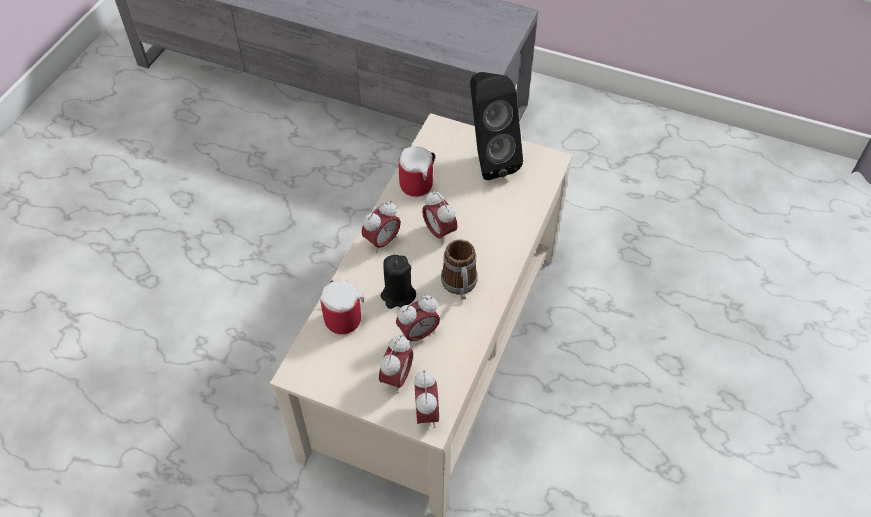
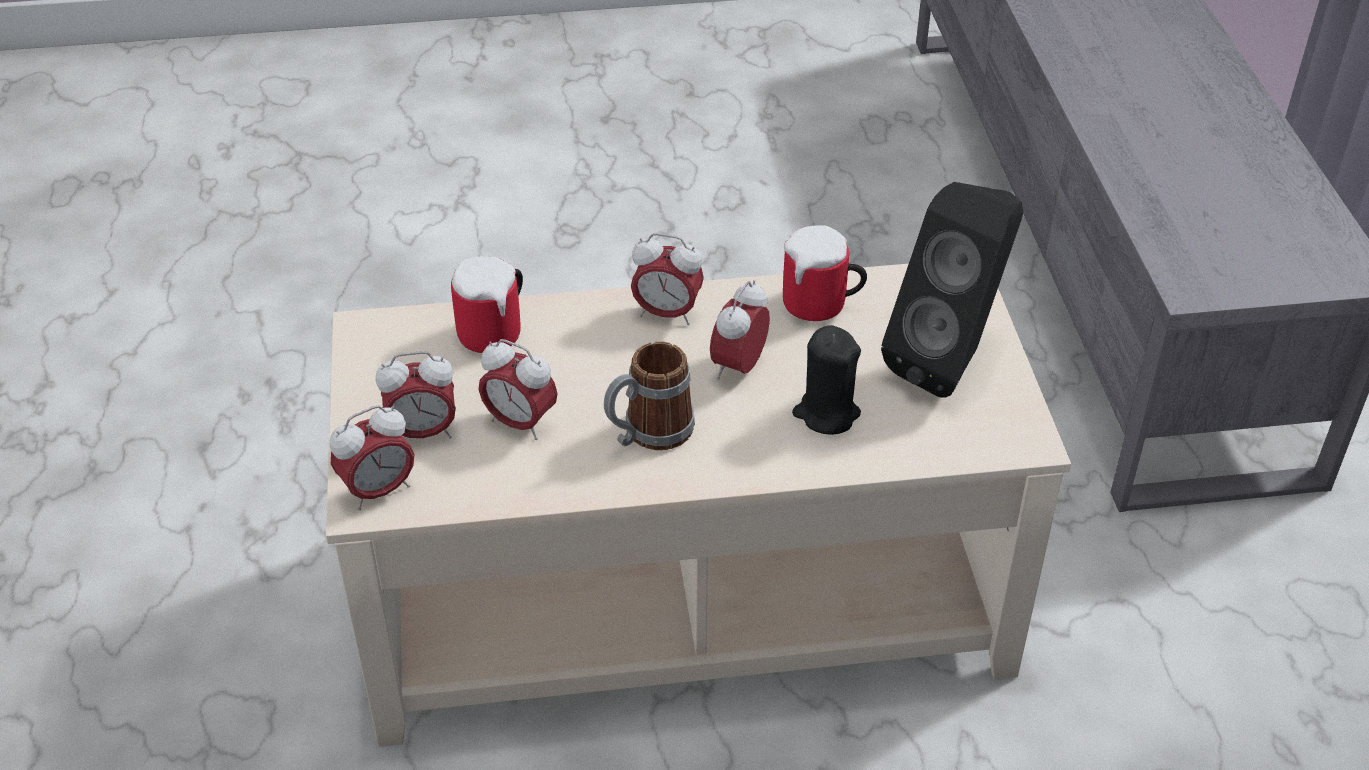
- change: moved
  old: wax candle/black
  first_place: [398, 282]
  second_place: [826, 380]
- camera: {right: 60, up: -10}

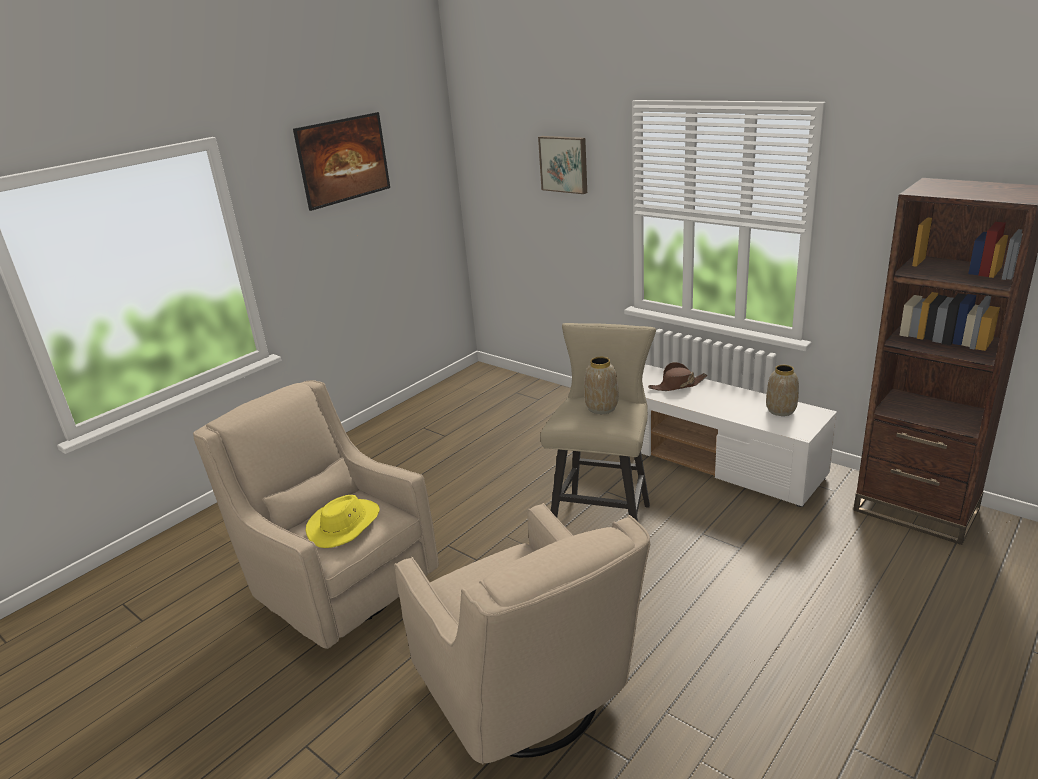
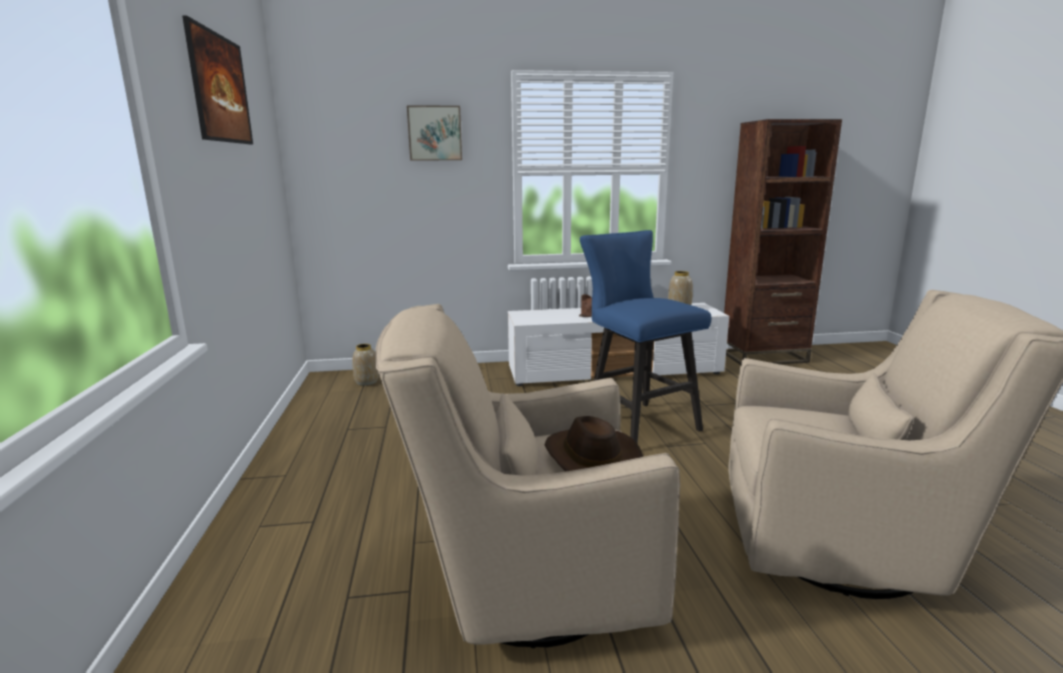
- change: moved
  old: decorative vase
  first_place: [601, 385]
  second_place: [365, 365]
- change: recoloured
  old: hat/yellow-coloured
  new: hat/brown-coloured
  first_place: [343, 521]
  second_place: [594, 443]
- change: recoloured
  old: stool seat/sand-coloured
  new: stool seat/blue
  first_place: [598, 422]
  second_place: [645, 336]
- camera: {right: -50, up: -10}

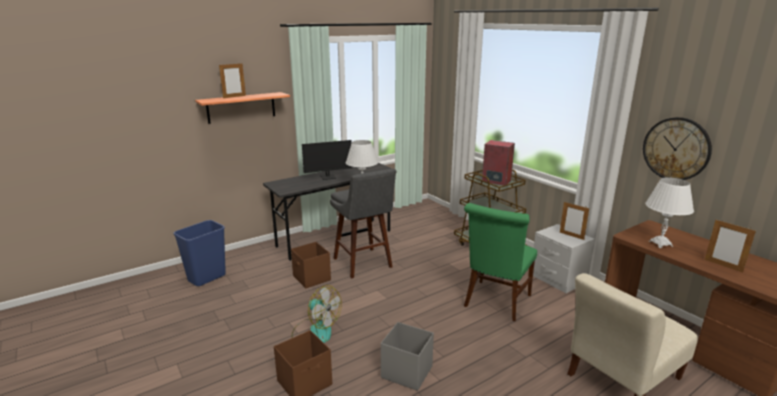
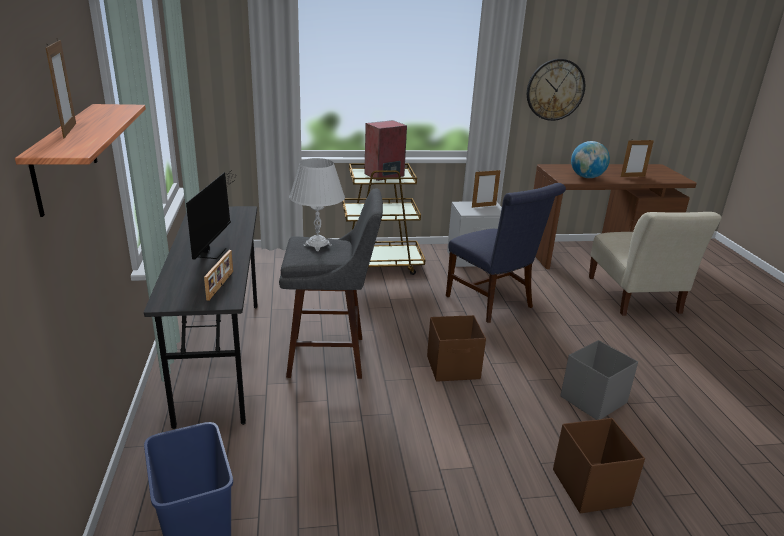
- change: added
  new: standing frame
  second_place: [218, 275]
- change: moved
  old: storage container/brown-coloured
  first_place: [311, 265]
  second_place: [456, 348]
- change: recoloured
  old: upright chair/green-coloured
  new: upright chair/blue
  first_place: [500, 262]
  second_place: [506, 253]
- change: replaced
  old: lamp for a table/whitish
  new: world globe
  first_place: [669, 212]
  second_place: [590, 159]
- change: removed
  old: cooling fan
  first_place: [317, 314]
- camera: {right: -65, up: 5}

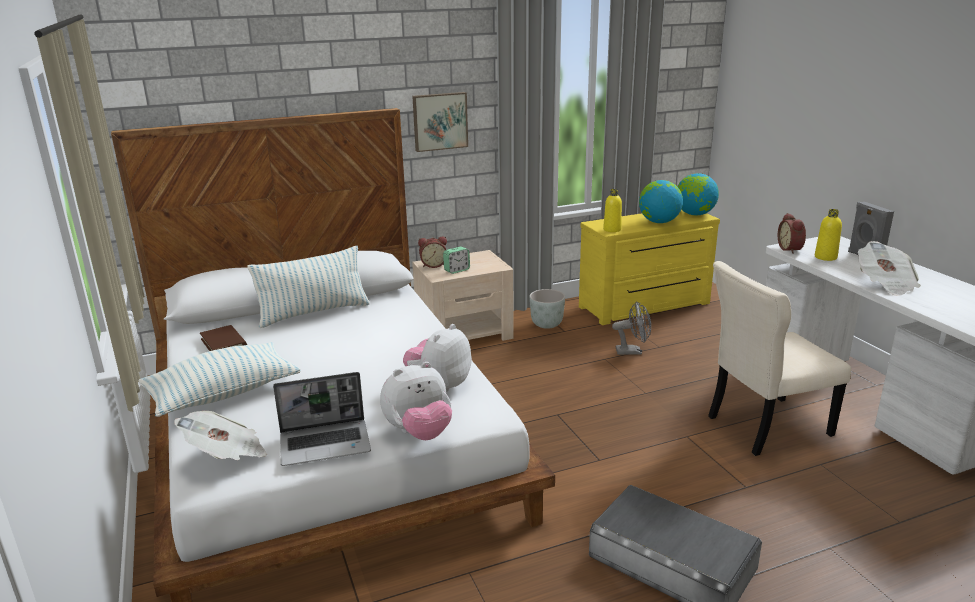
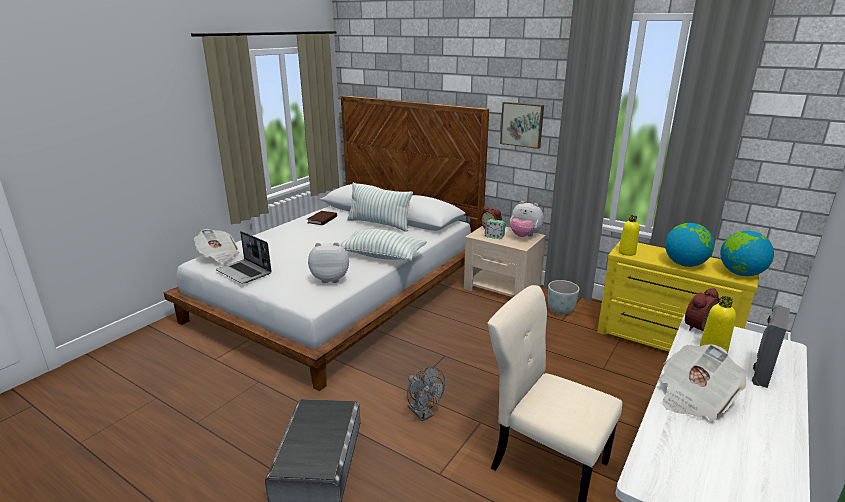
- change: moved
  old: pillow
  first_place: [219, 379]
  second_place: [383, 245]
- change: moved
  old: cooling fan/greyish
  first_place: [631, 328]
  second_place: [426, 394]
- change: moved
  old: plush toy
  first_place: [416, 401]
  second_place: [527, 219]
- camera: {right: 55, up: 0}

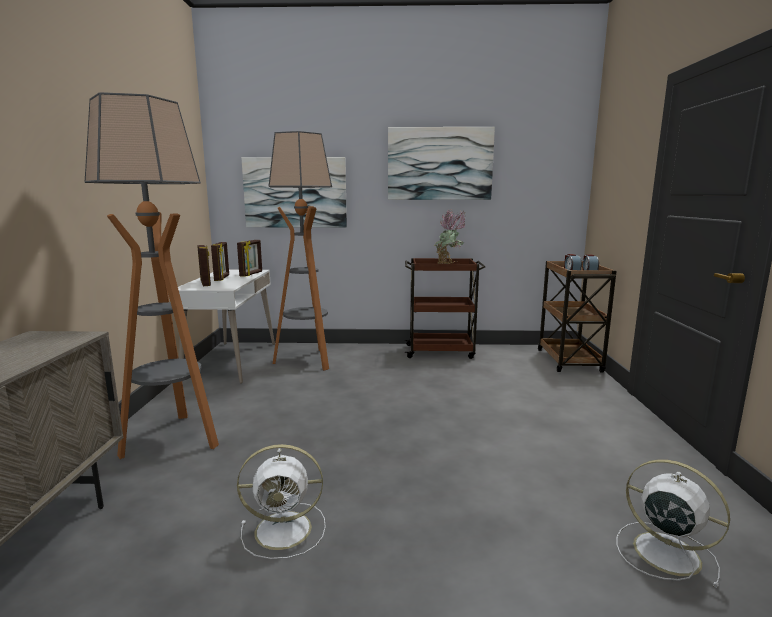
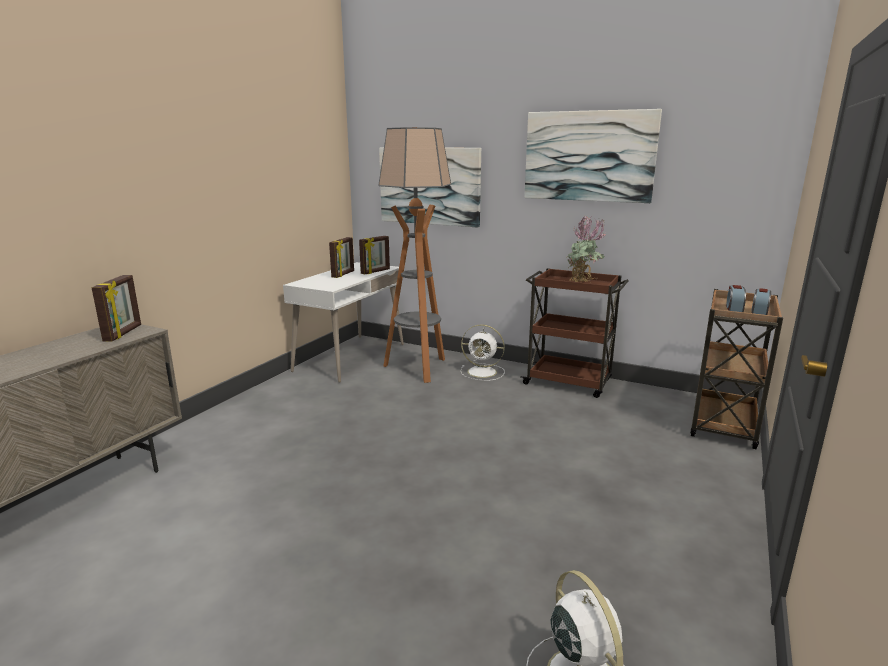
- change: moved
  old: standing frame
  first_place: [204, 265]
  second_place: [116, 308]
- change: moved
  old: cooling fan/whitish
  first_place: [281, 501]
  second_place: [483, 352]
- change: removed
  old: floor lamp
  first_place: [151, 275]
- camera: {right: 25, up: 5}

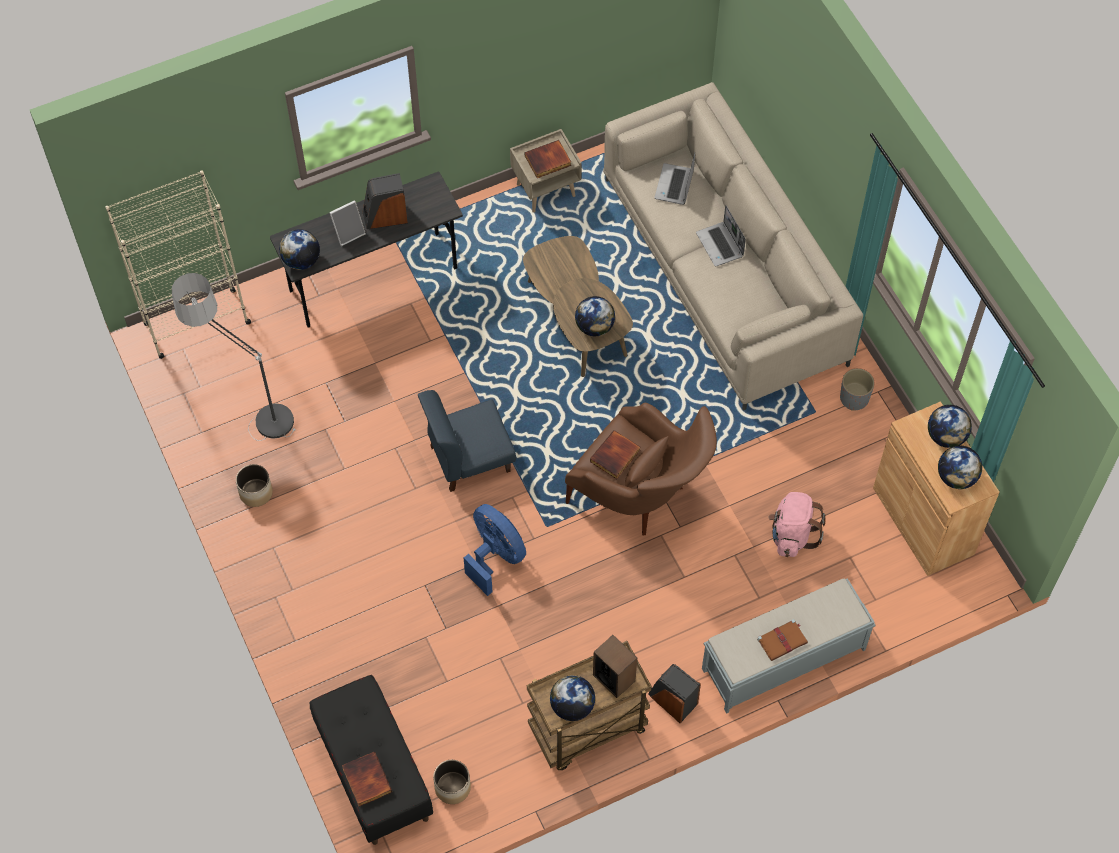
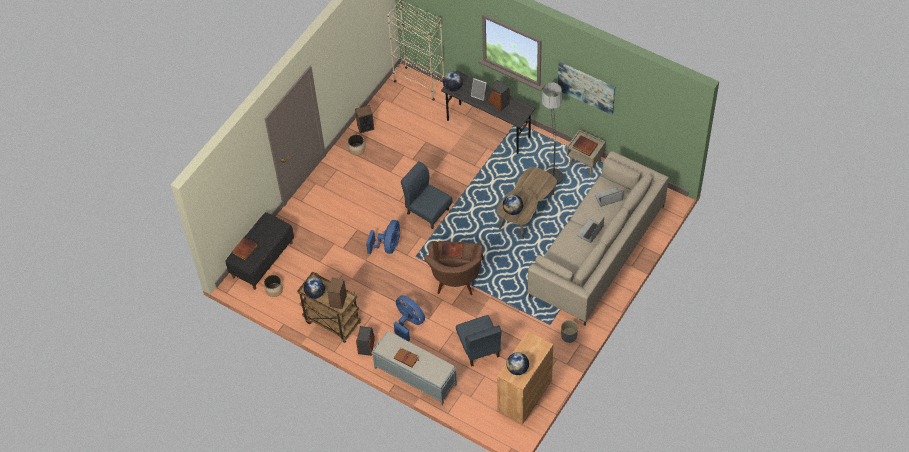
- change: added
  new: loudspeaker
  second_place: [364, 119]
- change: added
  new: cooling fan/blue
  second_place: [409, 318]
- change: replaced
  old: rucksack/pink-coloured
  new: upright chair/blue
  first_place: [796, 524]
  second_place: [478, 341]
- change: moved
  old: floor lamp
  first_place: [234, 357]
  second_place: [552, 133]
- change: added
  new: picture
  second_place: [586, 88]
- change: removed
  old: world globe
  first_place: [950, 426]
- camera: {right: 60, up: -5}

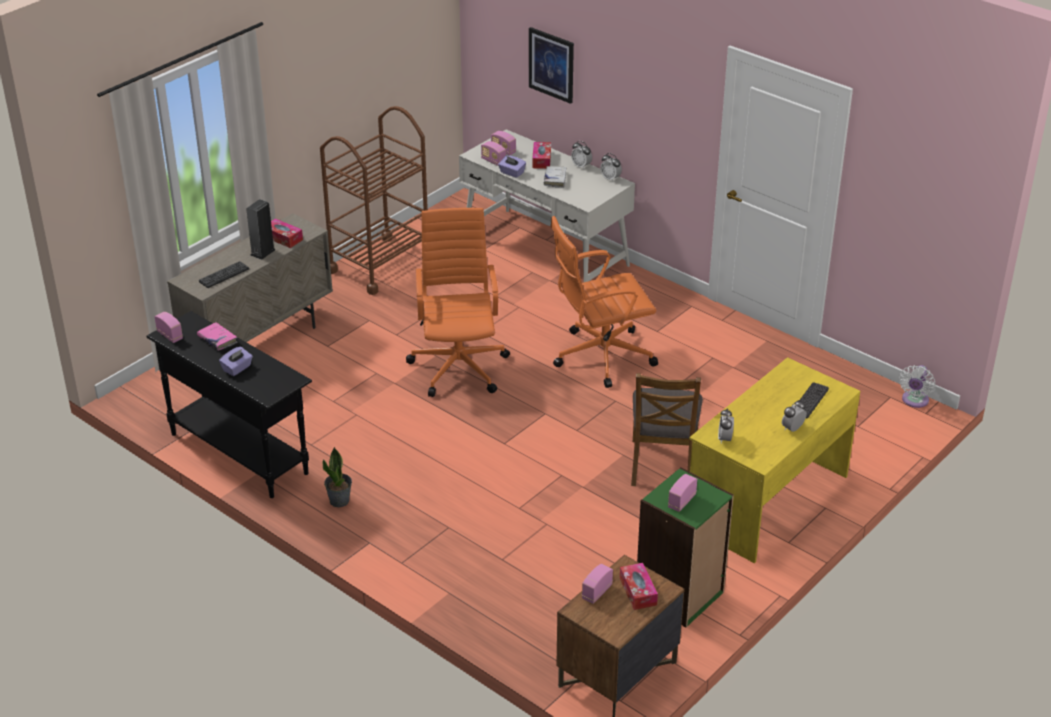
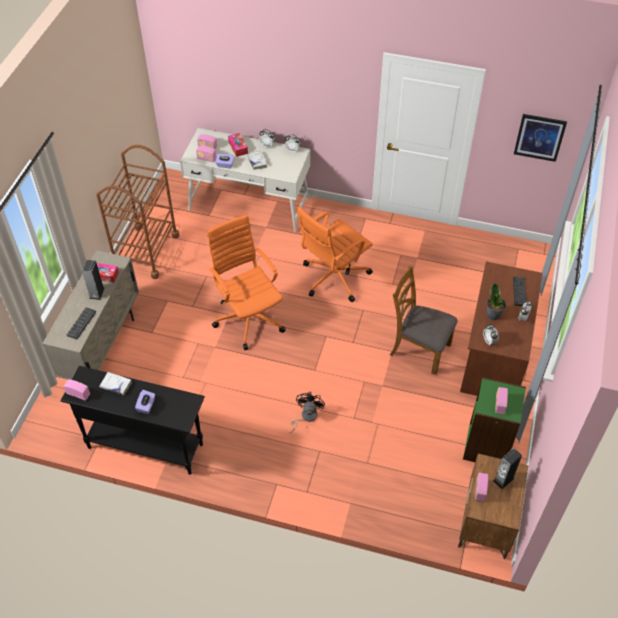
- change: recoloured
  old: bound book/pink-coloured
  new: bound book/whitish
  first_place: [217, 336]
  second_place: [115, 383]
- change: added
  new: cooling fan/black
  second_place: [307, 412]
- change: turned
  old: upright chair/brown-coloured
  first_place: [667, 429]
  second_place: [424, 320]
  degrees: 135
- change: recoloured
  old: desk unit/yellow-coloured
  new: desk unit/brown-coloured
  first_place: [774, 460]
  second_place: [501, 328]
- change: moved
  old: plant in a pot
  first_place: [337, 477]
  second_place: [496, 301]
- change: replaced
  old: tissue holder
  new: loudspeaker
  first_place: [639, 586]
  second_place: [507, 468]
- change: moved
  old: picture
  first_place: [551, 65]
  second_place: [540, 138]
- change: removed
  old: cooling fan/whitish
  first_place: [917, 386]
- camera: {right: -25, up: 15}

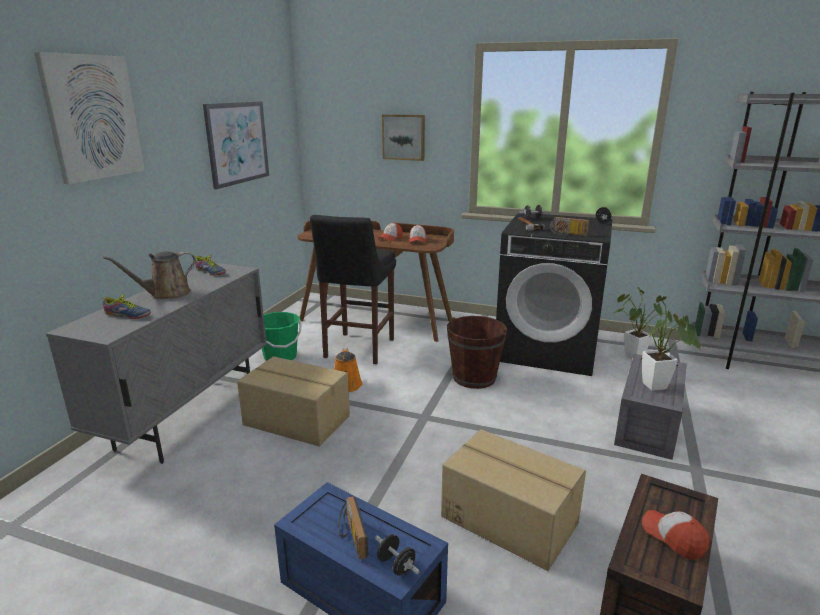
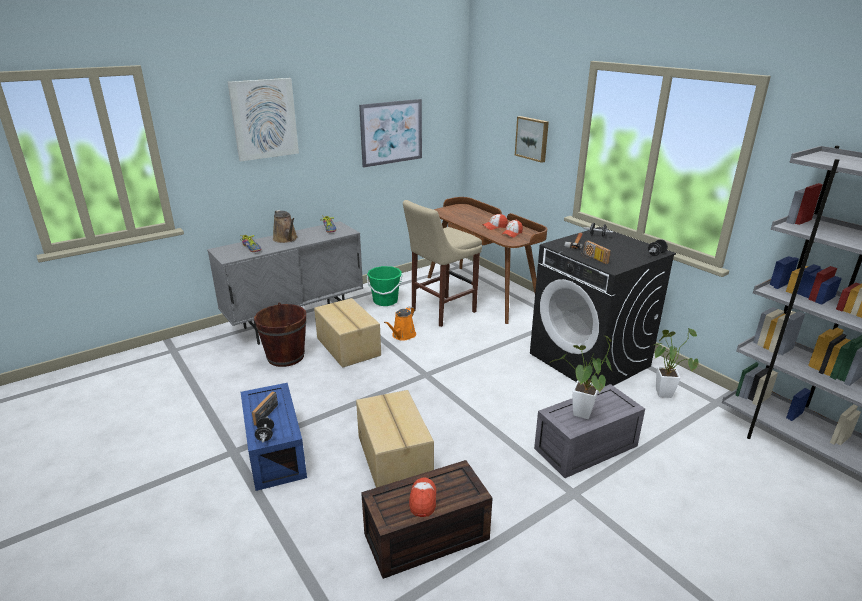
- change: moved
  old: pail/brown-coloured
  first_place: [477, 352]
  second_place: [280, 334]
- change: turned
  old: sprinkling can/brown-coloured
  first_place: [149, 275]
  second_place: [285, 226]
  degrees: -120
- change: recoloured
  old: stool seat/black
  new: stool seat/sand-coloured
  first_place: [353, 289]
  second_place: [442, 263]
- camera: {right: 35, up: 5}

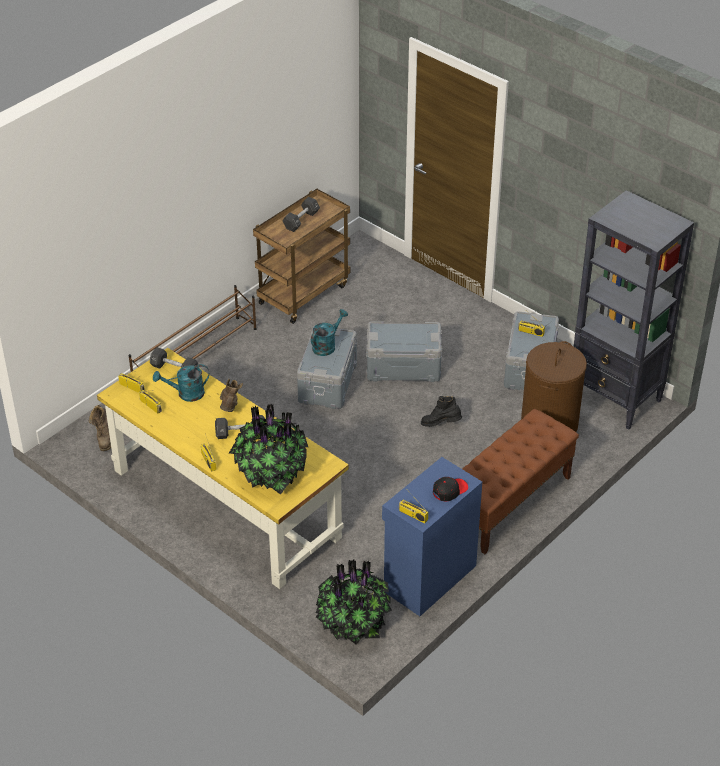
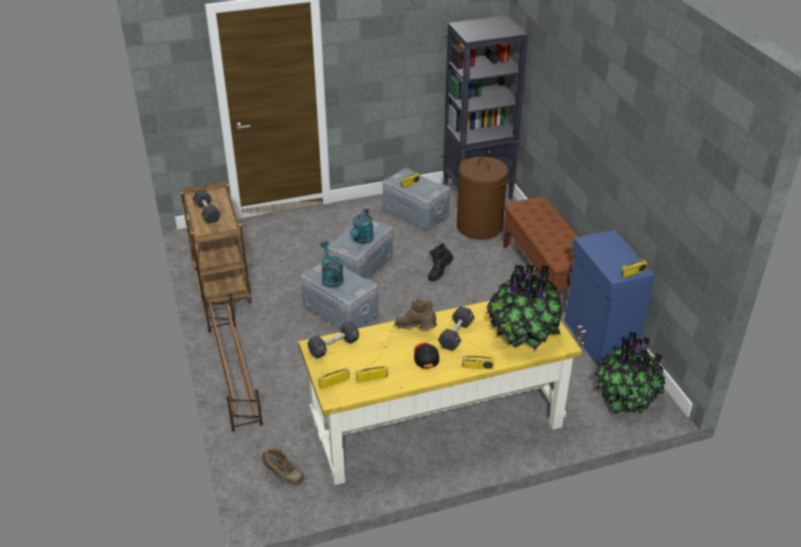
- change: moved
  old: sprinkling can/blue-green
  first_place: [181, 383]
  second_place: [362, 226]
- change: moved
  old: peaked cap/black
  first_place: [450, 489]
  second_place: [426, 355]
- camera: {right: -60, up: -5}

